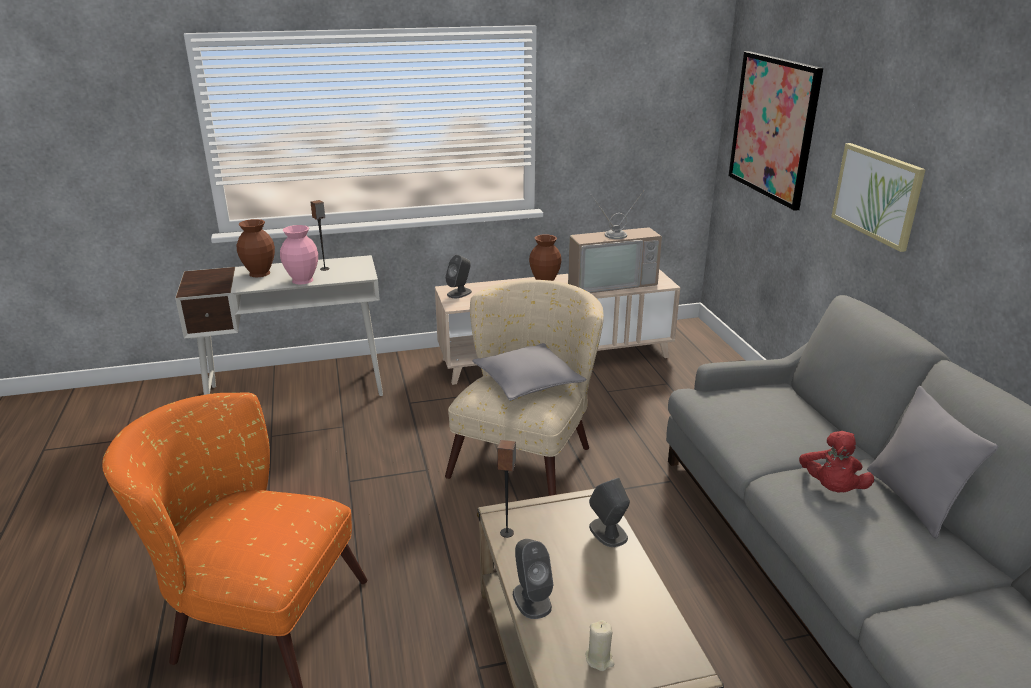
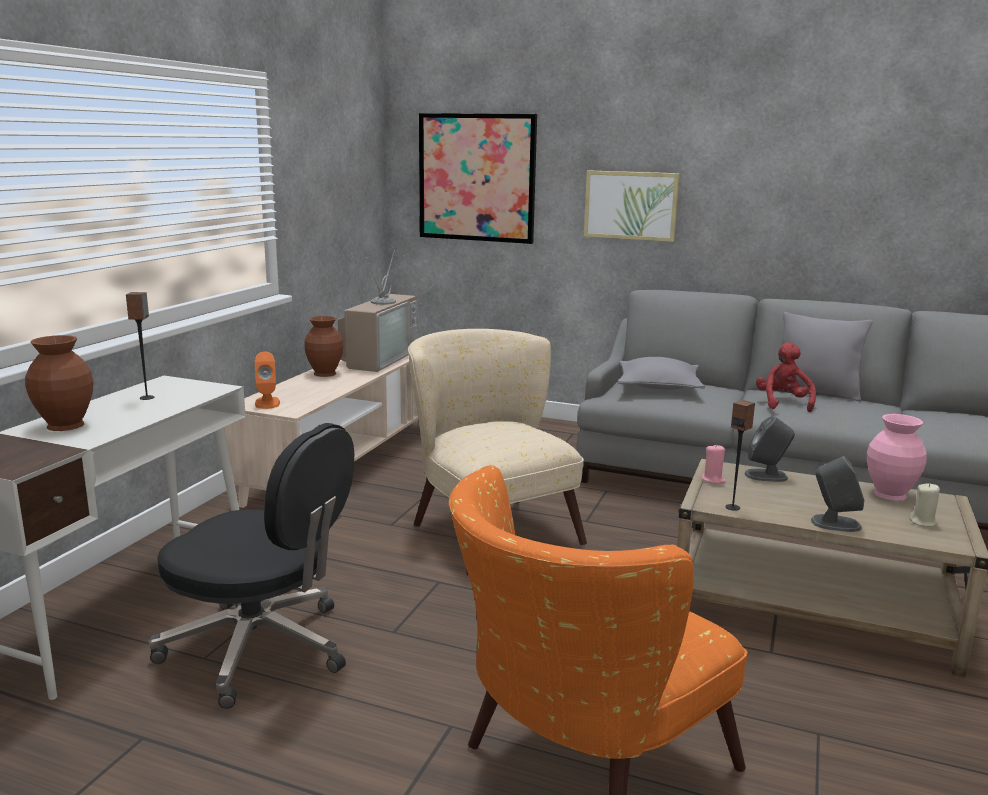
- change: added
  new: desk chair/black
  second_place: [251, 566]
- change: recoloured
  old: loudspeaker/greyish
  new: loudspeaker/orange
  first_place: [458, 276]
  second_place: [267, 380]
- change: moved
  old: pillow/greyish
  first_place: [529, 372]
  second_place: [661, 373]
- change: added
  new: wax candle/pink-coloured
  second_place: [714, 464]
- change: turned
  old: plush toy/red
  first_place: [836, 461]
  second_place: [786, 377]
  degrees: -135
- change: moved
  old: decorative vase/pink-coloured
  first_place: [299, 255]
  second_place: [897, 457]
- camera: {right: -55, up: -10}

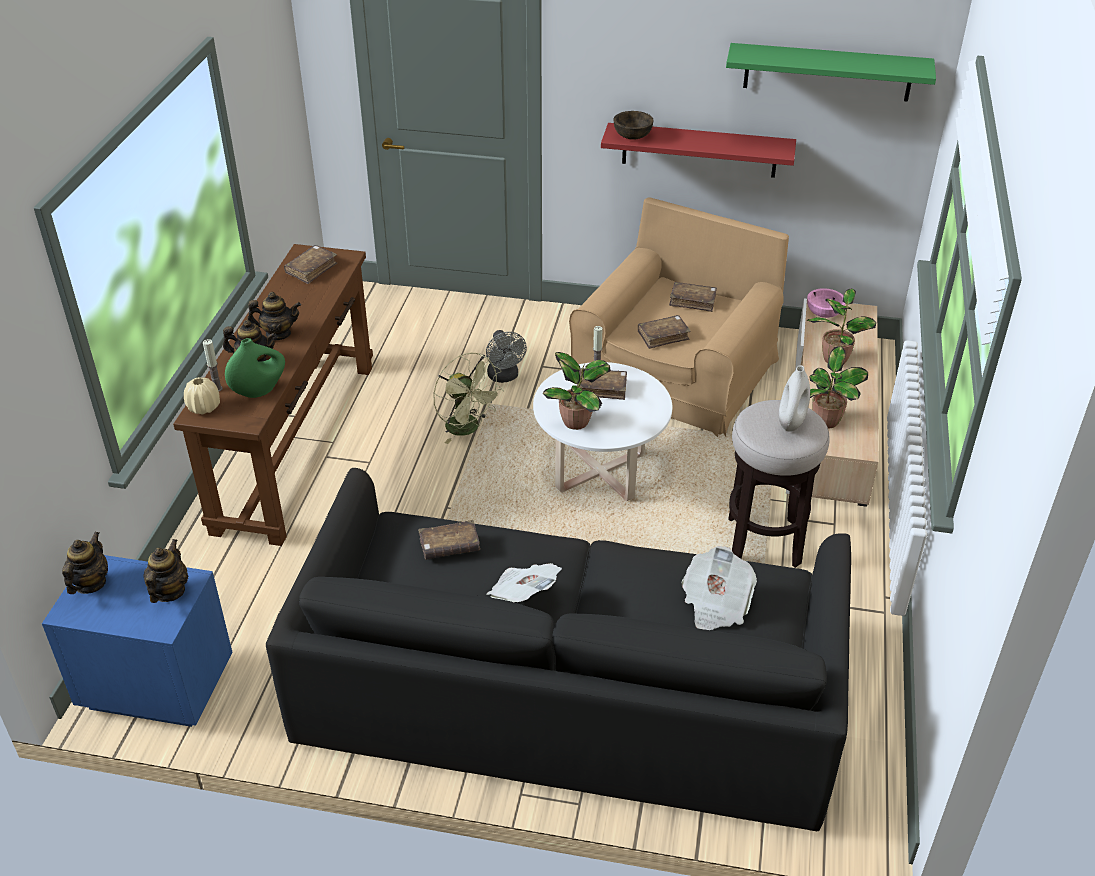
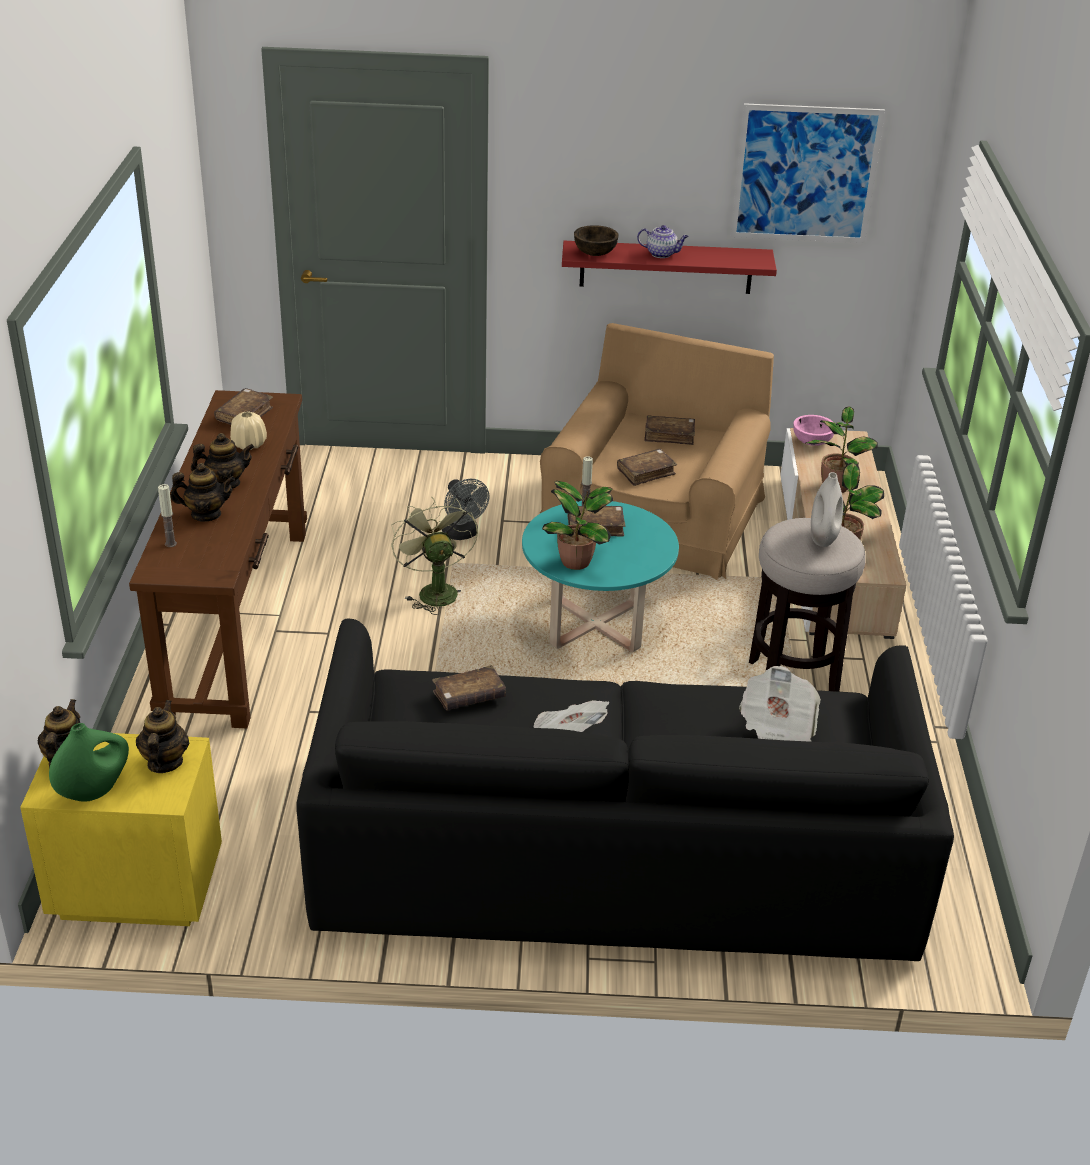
- change: recoloured
  old: nightstand/blue
  new: nightstand/yellow-coloured
  first_place: [137, 641]
  second_place: [121, 829]
- change: moved
  old: decorative vase/green-coloured
  first_place: [255, 368]
  second_place: [89, 762]
- change: moved
  old: decorative vase/sand-coloured
  first_place: [202, 396]
  second_place: [248, 430]
- change: turned
  old: cooling fan/green-coloured
  first_place: [468, 398]
  second_place: [434, 556]
  degrees: -150
- change: recoloured
  old: low table/whitish
  new: low table/blue-green
  first_place: [602, 431]
  second_place: [600, 576]
- change: added
  new: pot for tea
  second_place: [663, 241]
- change: replaced
  old: bracket shelf/green-coloured
  new: picture
  first_place: [831, 72]
  second_place: [808, 173]
- camera: {right: -10, up: -5}

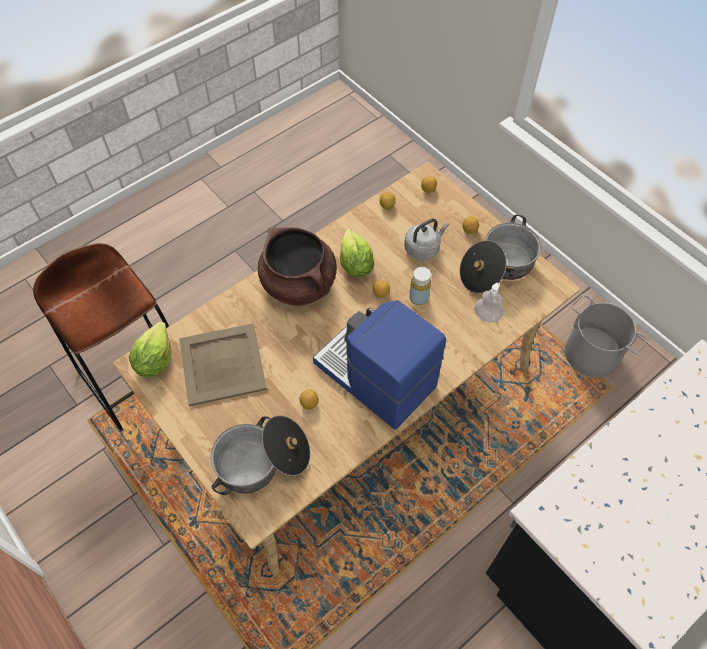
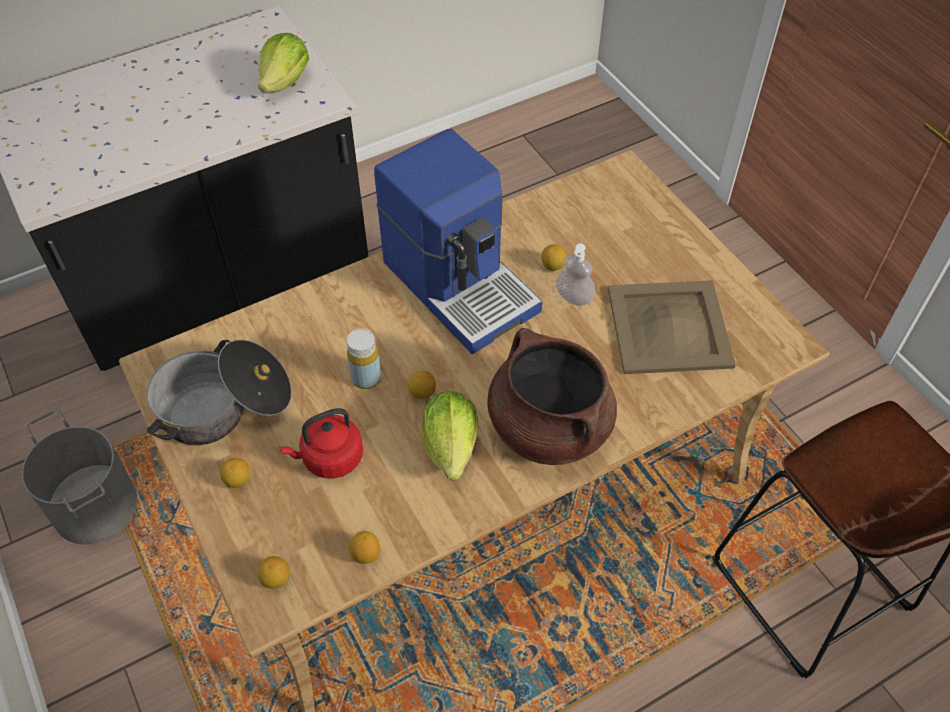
- change: moved
  old: lettuce head
  first_place: [150, 349]
  second_place: [283, 63]
- change: recoloured
  old: tea kettle/greyish
  new: tea kettle/red
  first_place: [426, 239]
  second_place: [321, 443]
- change: moved
  old: soap bottle
  first_place: [488, 302]
  second_place: [575, 275]
- change: removed
  old: cooking pot
  first_place: [260, 455]
- camera: {right: -170, up: -5}

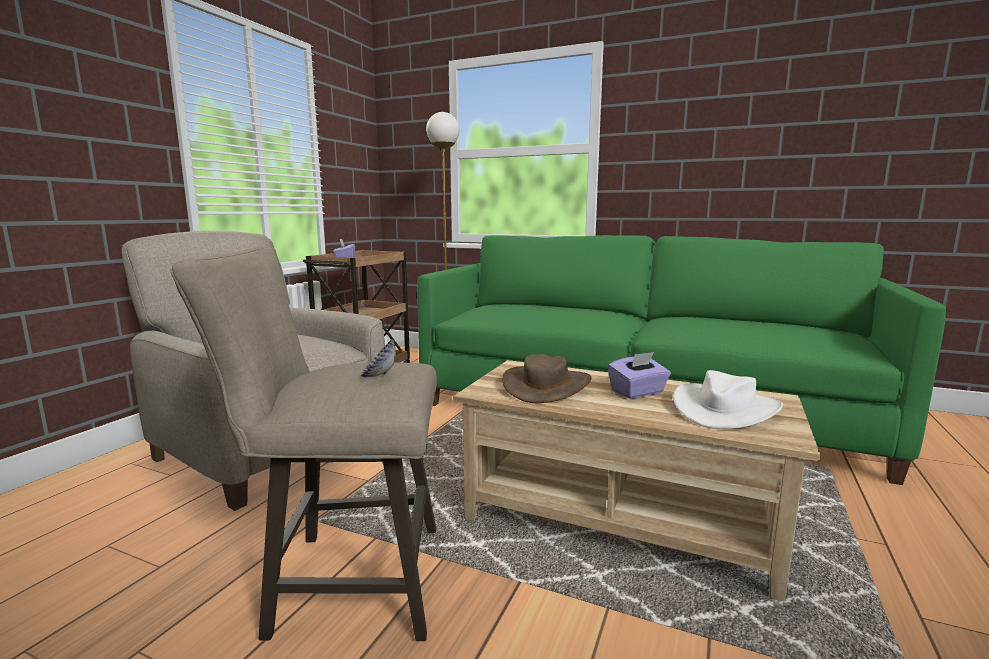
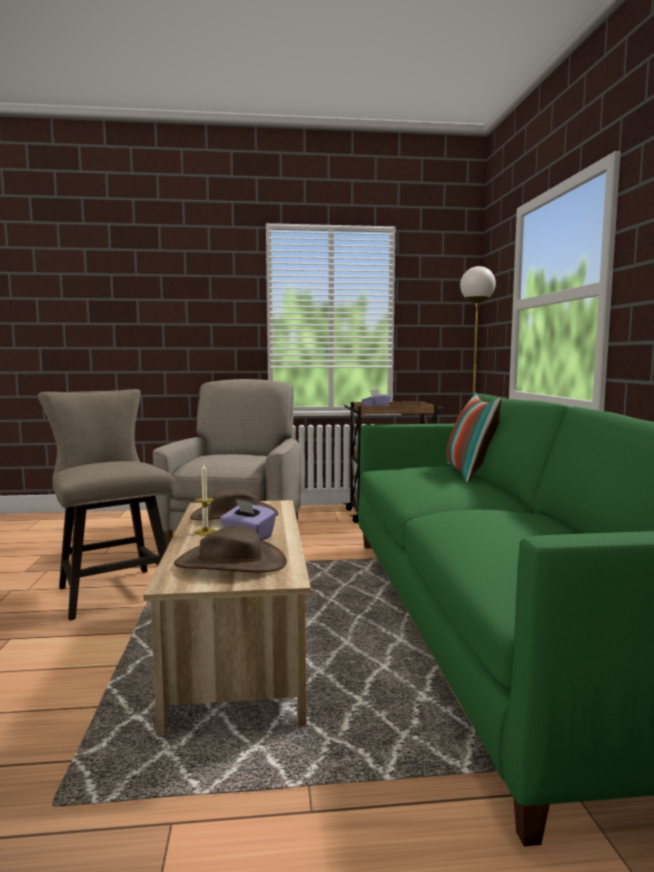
- change: recoloured
  old: hat/whitish
  new: hat/brown-coloured
  first_place: [728, 399]
  second_place: [230, 549]
- change: added
  new: wax candle
  second_place: [205, 499]
- change: added
  new: pillow
  second_place: [474, 437]
- change: removed
  old: serving bowl
  first_place: [378, 358]
- camera: {right: 60, up: -5}

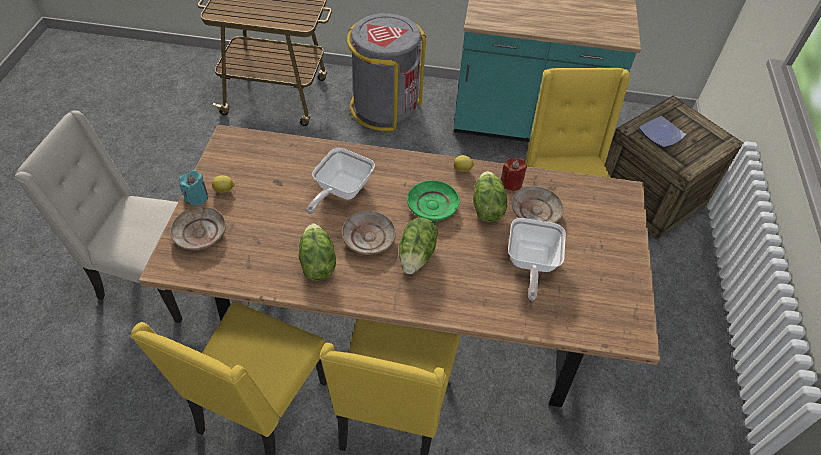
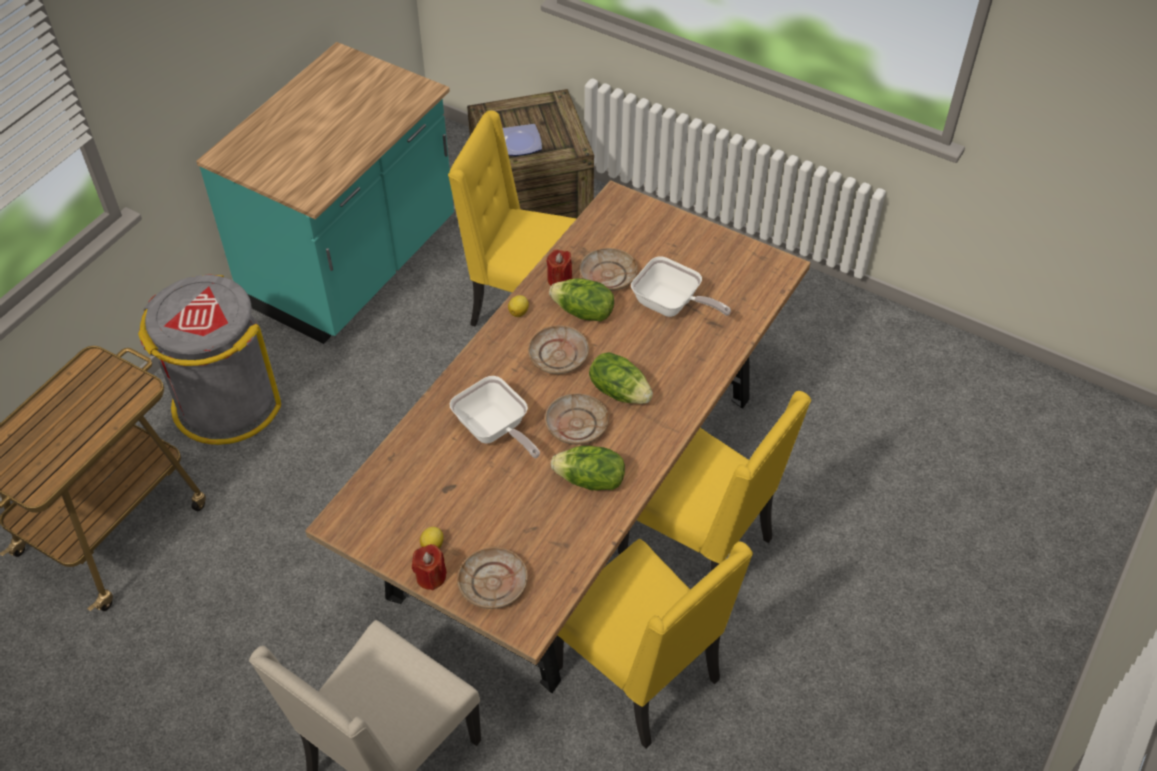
- change: recoloured
  old: wax candle/blue-green
  new: wax candle/red
  first_place: [193, 188]
  second_place: [429, 567]
- change: recoloured
  old: dinner plate/green-coloured
  new: dinner plate/sand-coloured
  first_place: [433, 200]
  second_place: [558, 349]
- camera: {right: -65, up: 0}

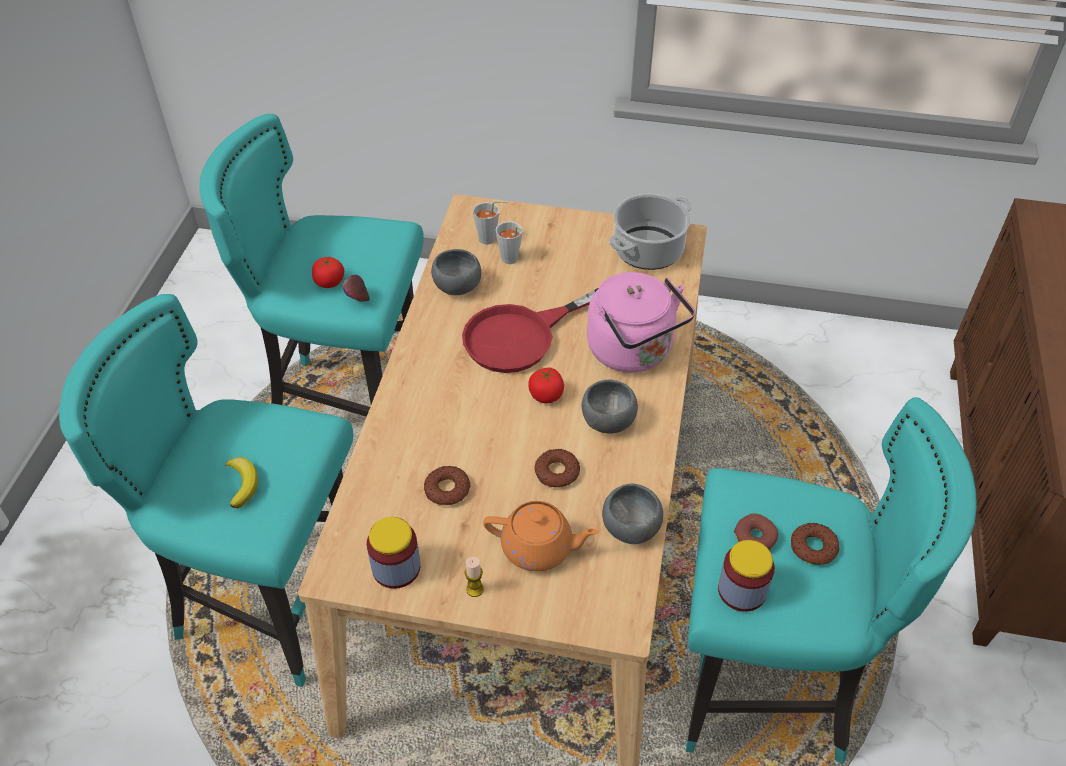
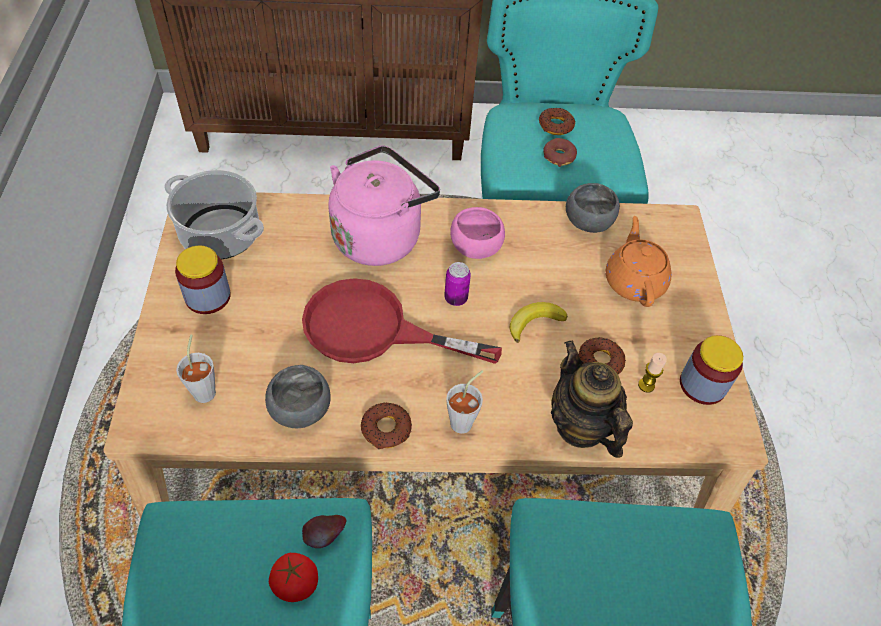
- change: moved
  old: preserve jar
  first_place: [746, 576]
  second_place: [203, 279]
- change: turned
  old: skillet/red
  first_place: [530, 330]
  second_place: [402, 321]
  degrees: 150
- change: moved
  old: donut
  first_place: [557, 468]
  second_place: [386, 425]
- change: replaced
  old: whole tomato
  new: can
  first_place: [546, 386]
  second_place: [457, 284]
- change: moved
  old: drinking cup/greyish
  first_place: [510, 242]
  second_place: [465, 402]
- change: recoloured
  old: serving bowl/greyish
  new: serving bowl/pink-coloured
  first_place: [610, 407]
  second_place: [477, 233]
- change: moved
  old: banana fruit
  first_place: [241, 482]
  second_place: [538, 322]
- change: added
  new: pot for tea
  second_place: [592, 399]
- change: moved
  old: wax candle
  first_place: [474, 576]
  second_place: [652, 372]
- camera: {right: -105, up: 5}

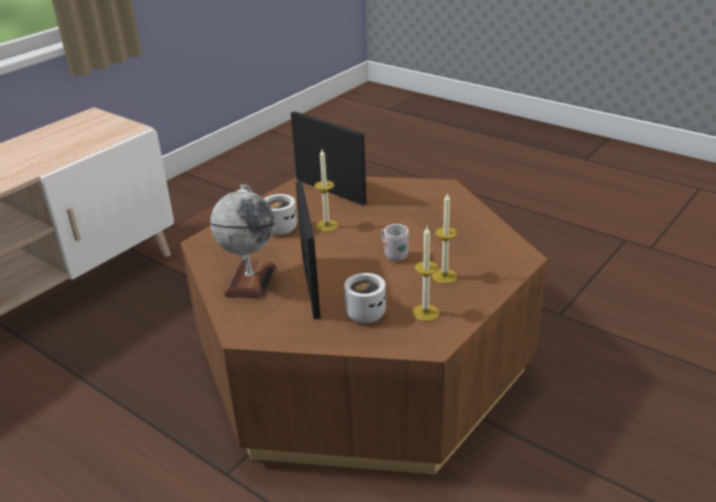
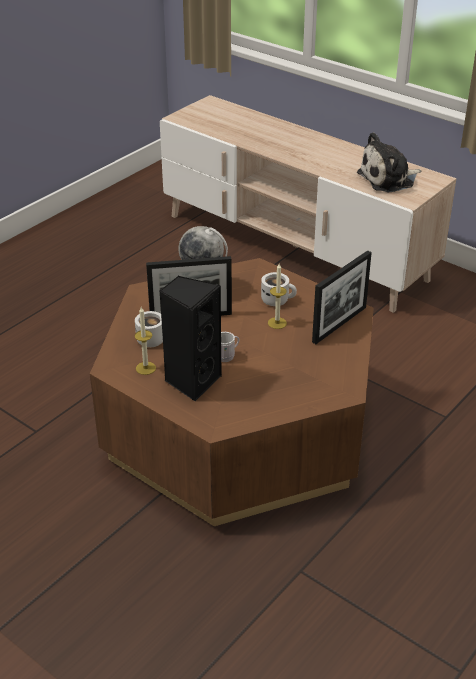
- change: replaced
  old: wax candle
  new: loudspeaker/black
  first_place: [445, 238]
  second_place: [190, 339]
- change: added
  new: plush toy
  second_place: [389, 162]
- camera: {right: 90, up: 5}

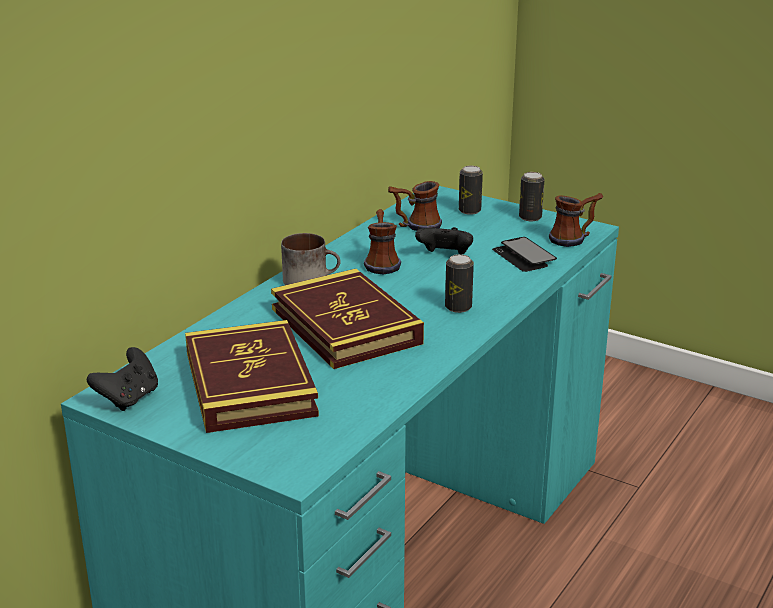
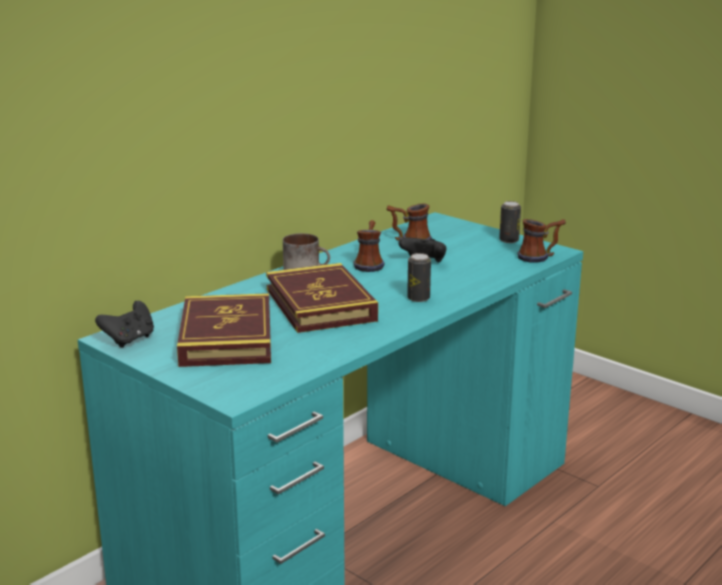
- change: removed
  old: can
  first_place: [471, 190]
- change: removed
  old: phone
  first_place: [524, 254]
- camera: {right: 10, up: -5}

